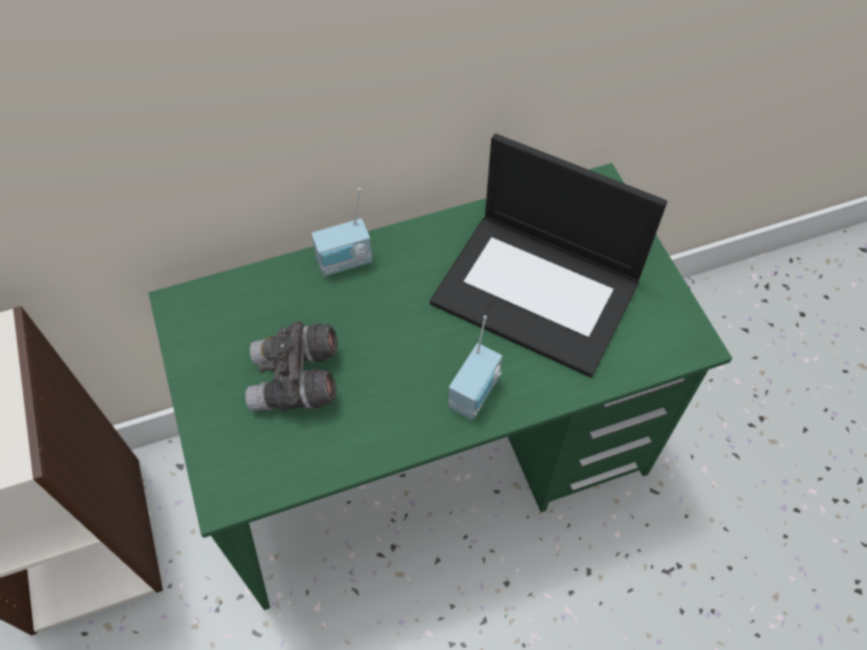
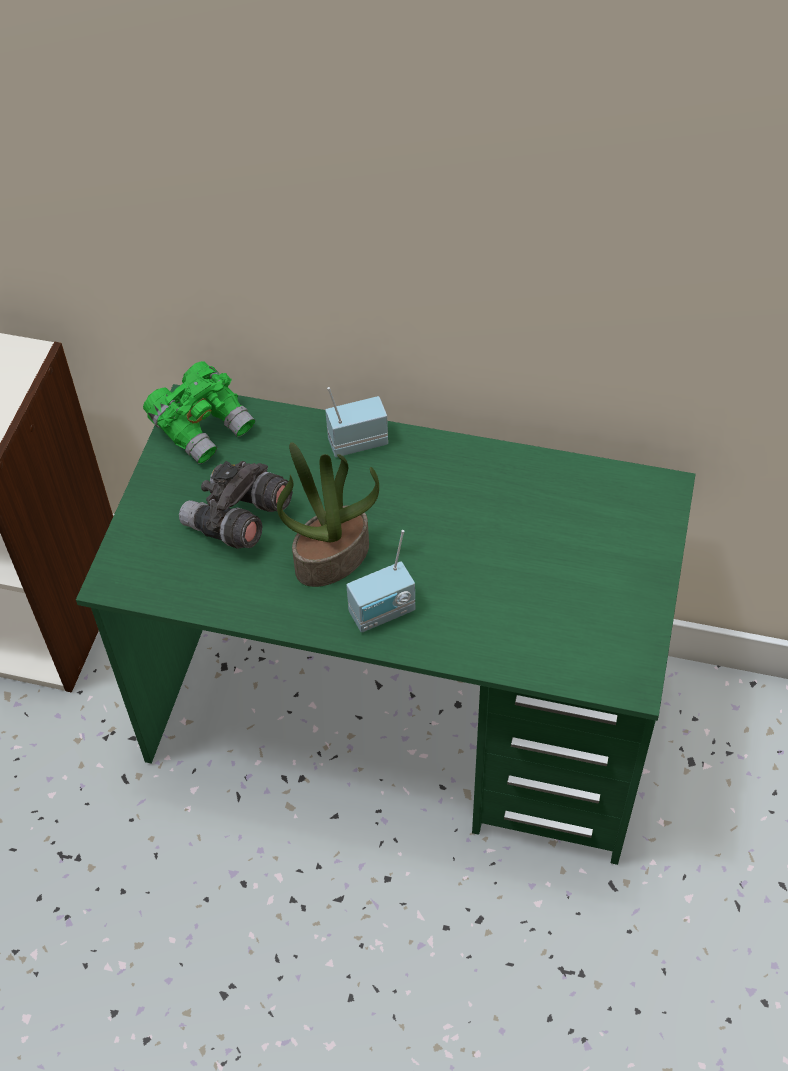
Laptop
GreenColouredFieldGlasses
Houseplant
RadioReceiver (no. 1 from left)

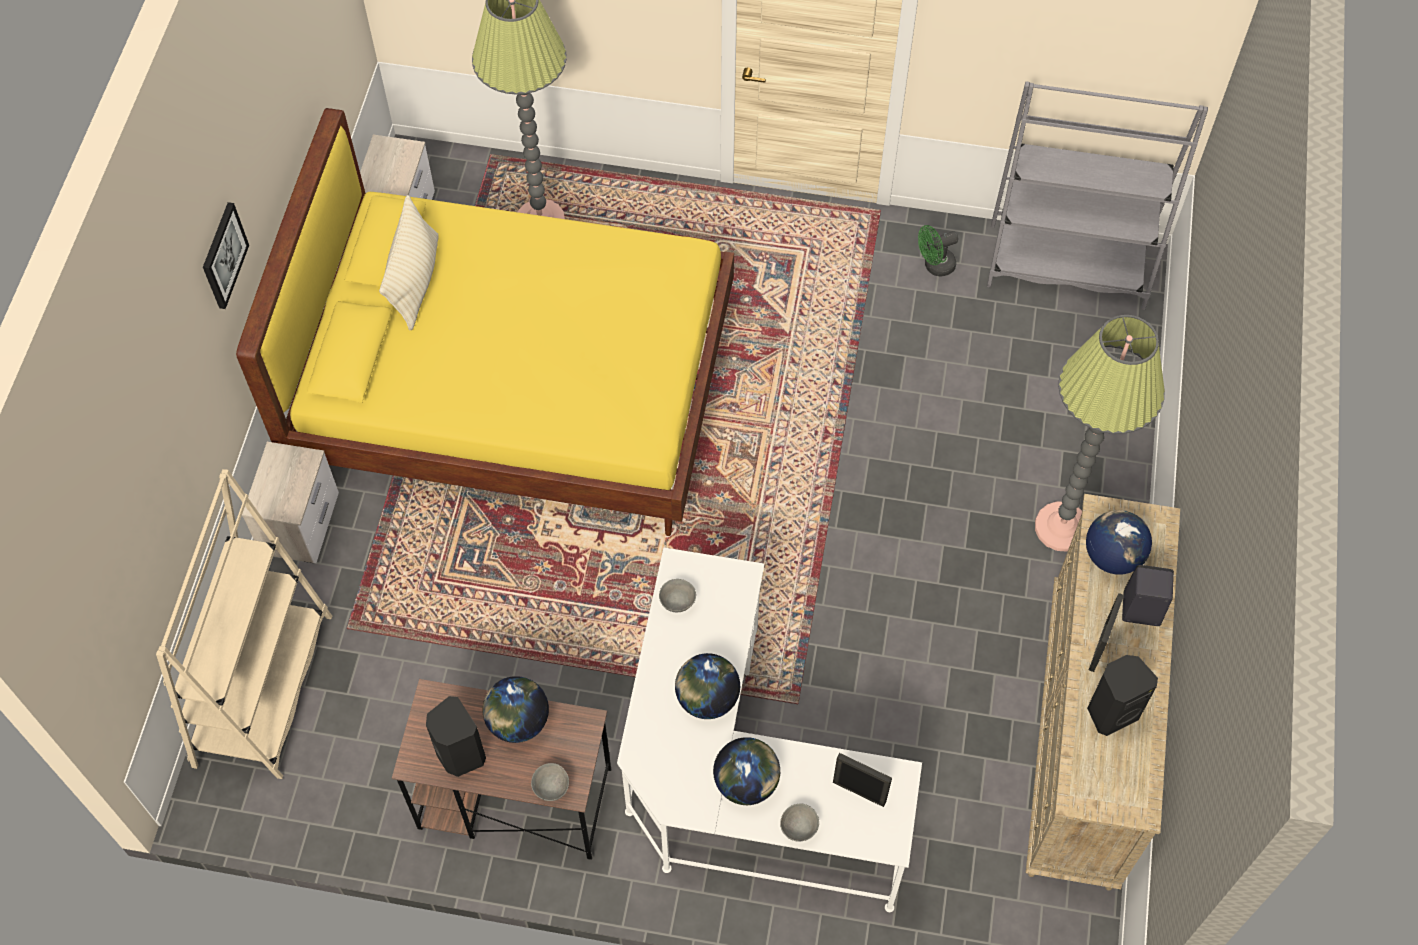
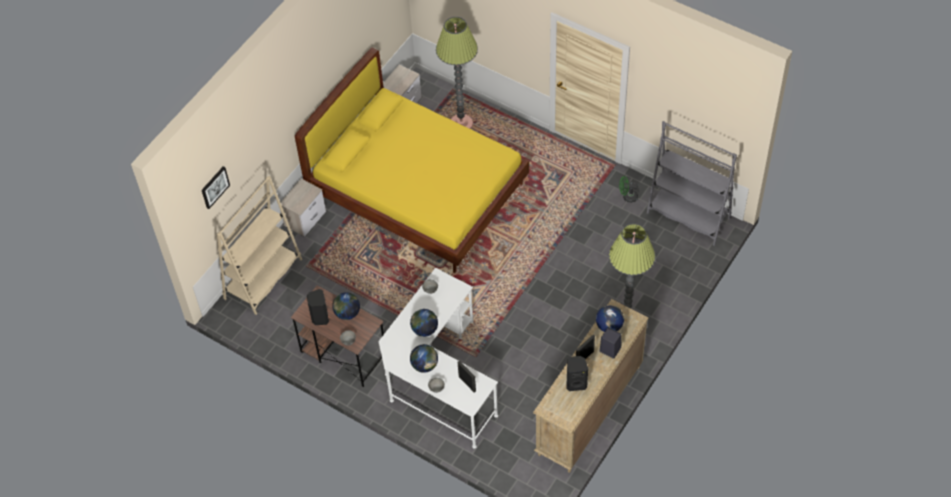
SandColouredCushion
WallArt

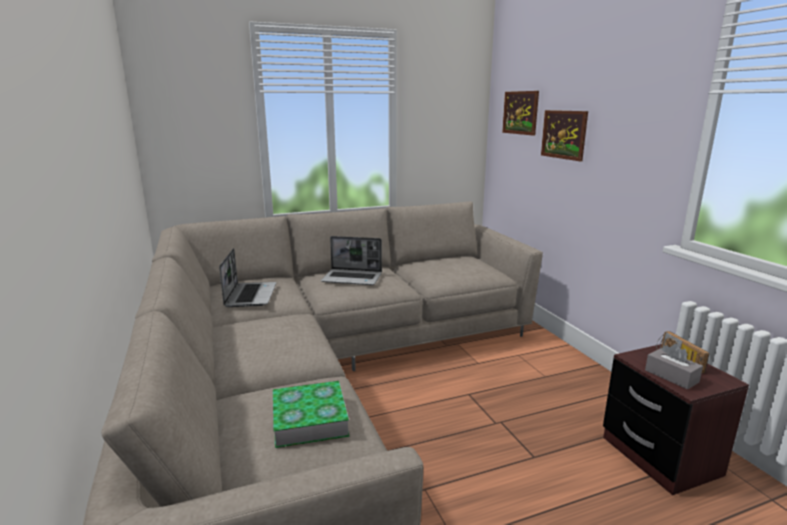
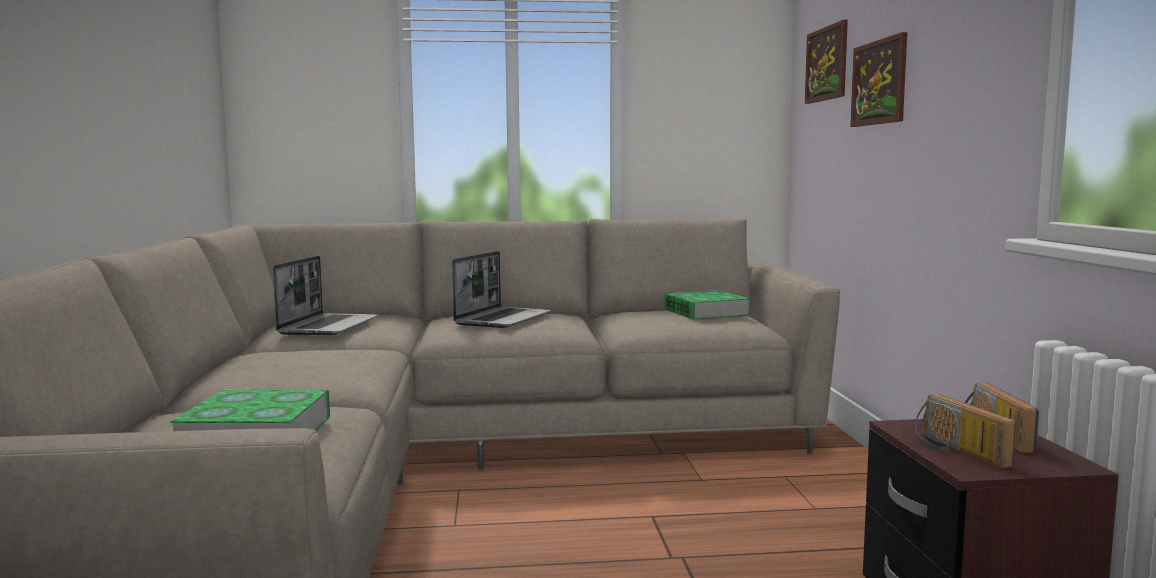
BoundBook (no. 2 from left)
RadioReceiver (no. 1 from left)
Laptop (no. 2 from left)

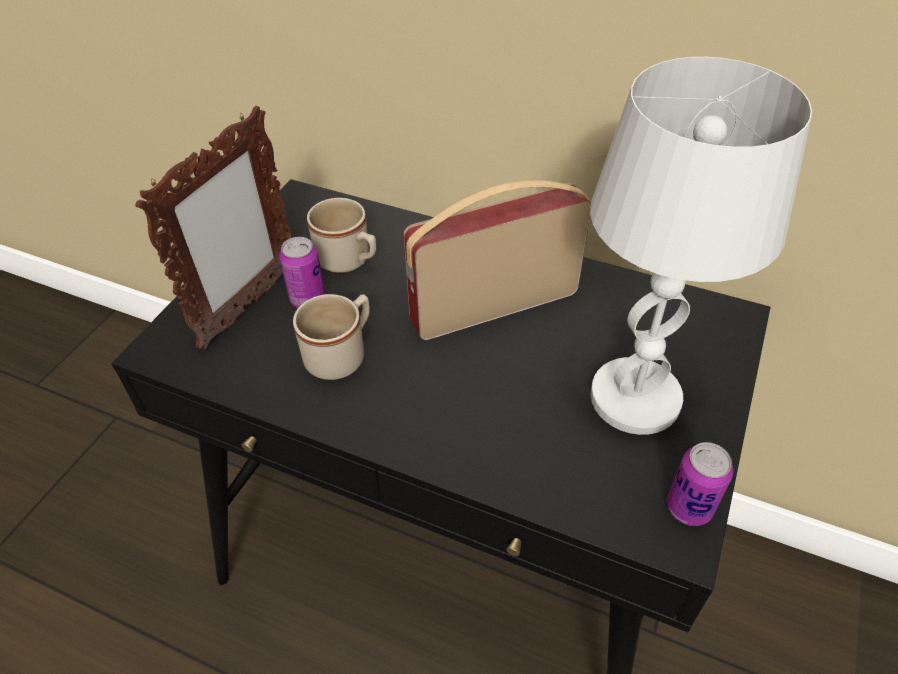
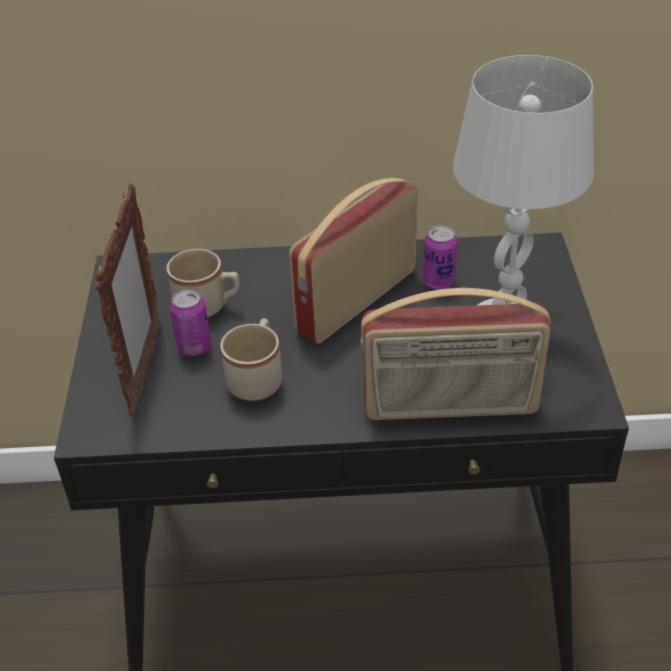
RadioReceiver (no. 2 from left)
SealedCan (no. 2 from left)

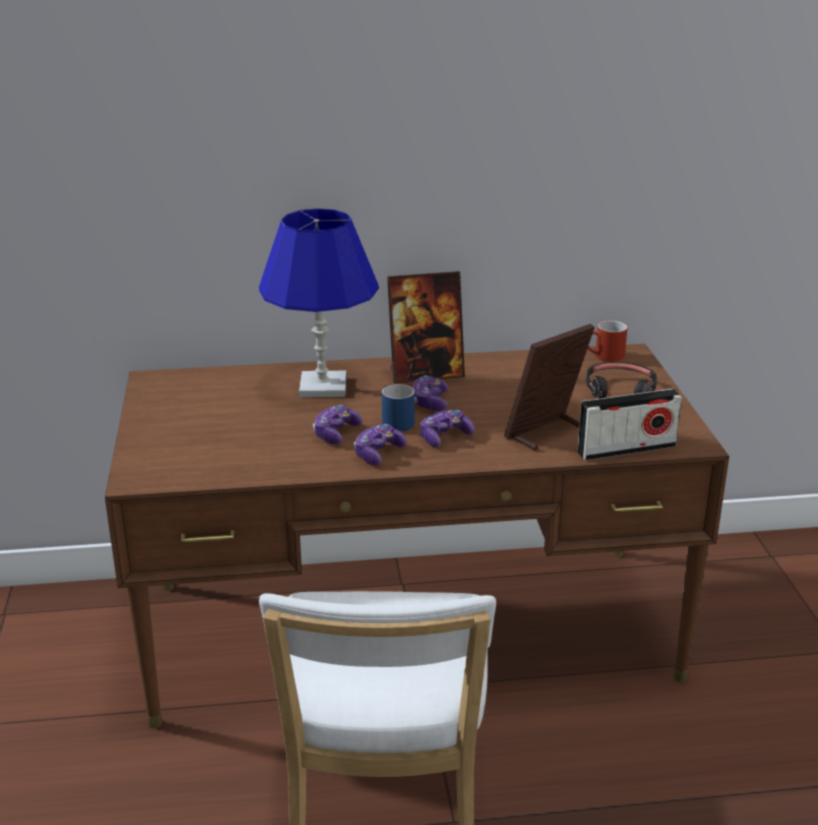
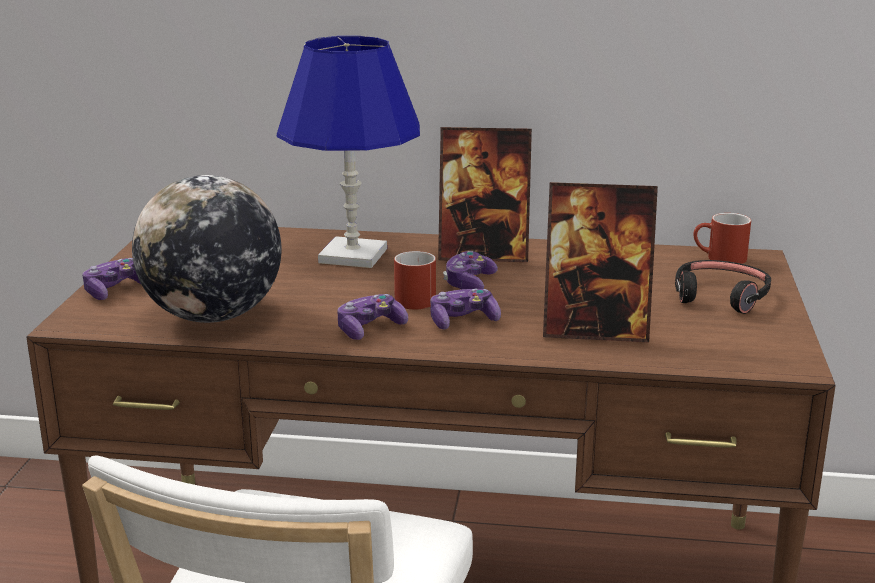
RadioReceiver
Globe
GameController (no. 1 from left)
RedCoffeeMug (no. 1 from left)
PhotoFrame (no. 2 from left)

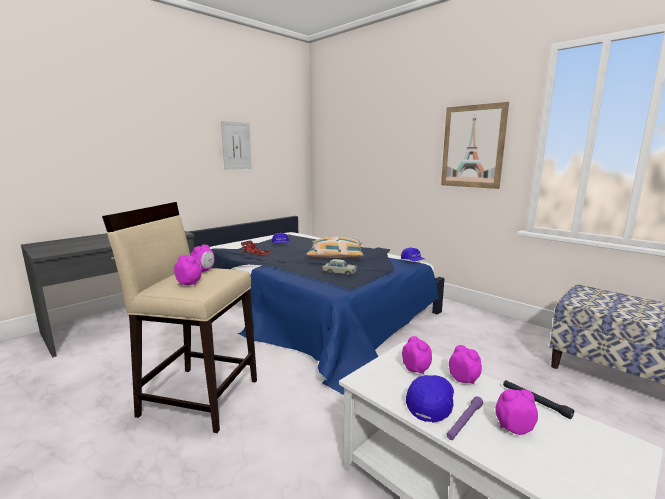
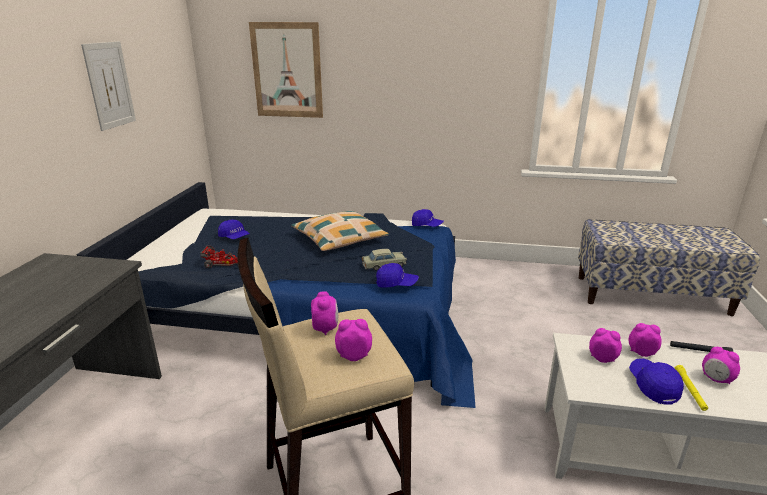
BluishPeakedCap (no. 2 from left)
WallArt (no. 2 from left)
YellowishHandTorch
BedsideClock (no. 5 from left)

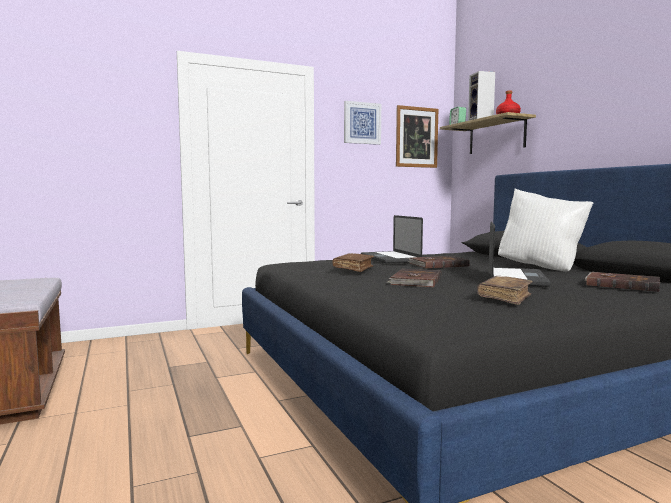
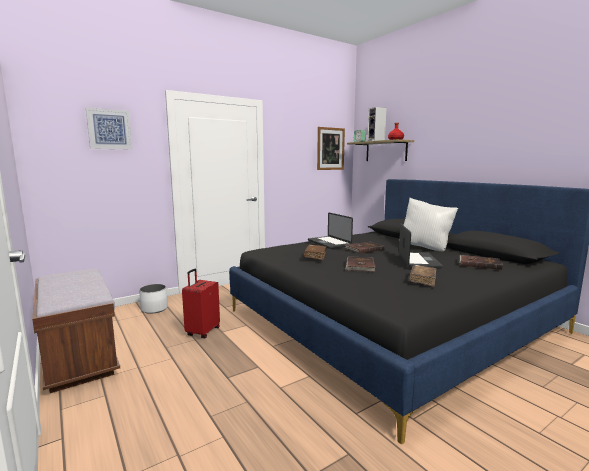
WhitishPlantPot
RedSuitcase
WallArt (no. 1 from left)

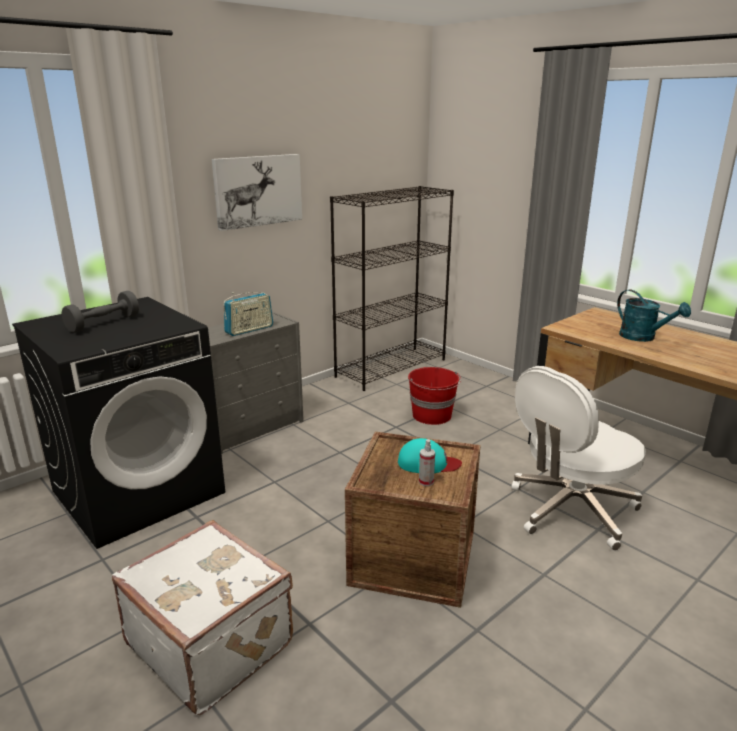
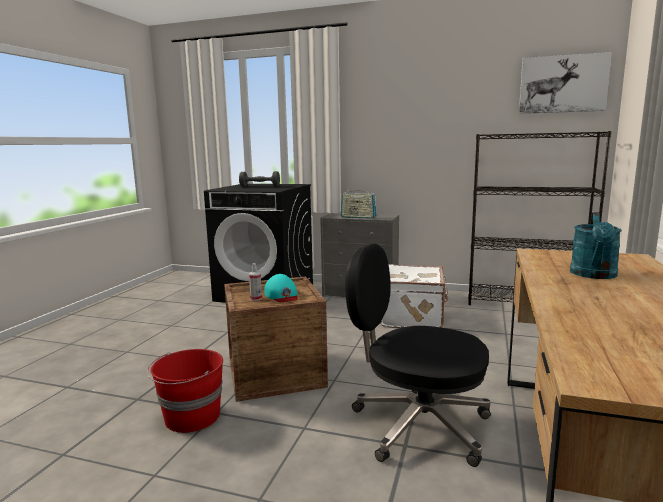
WhitishSuitcase
WallArt
RedPail
BlackColouredDeskChair

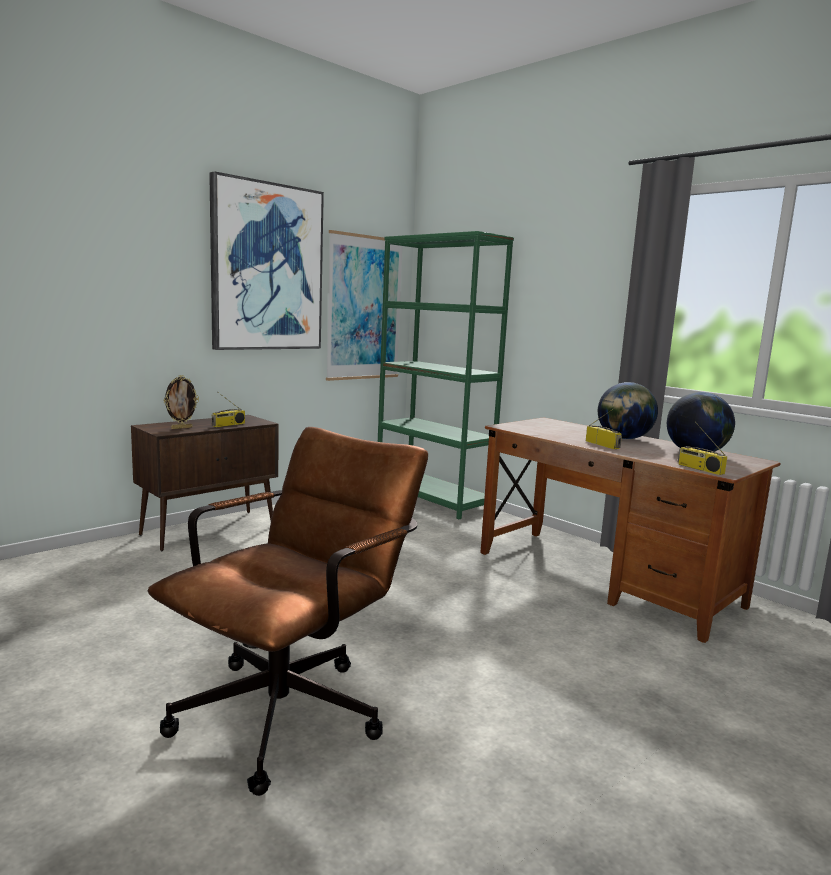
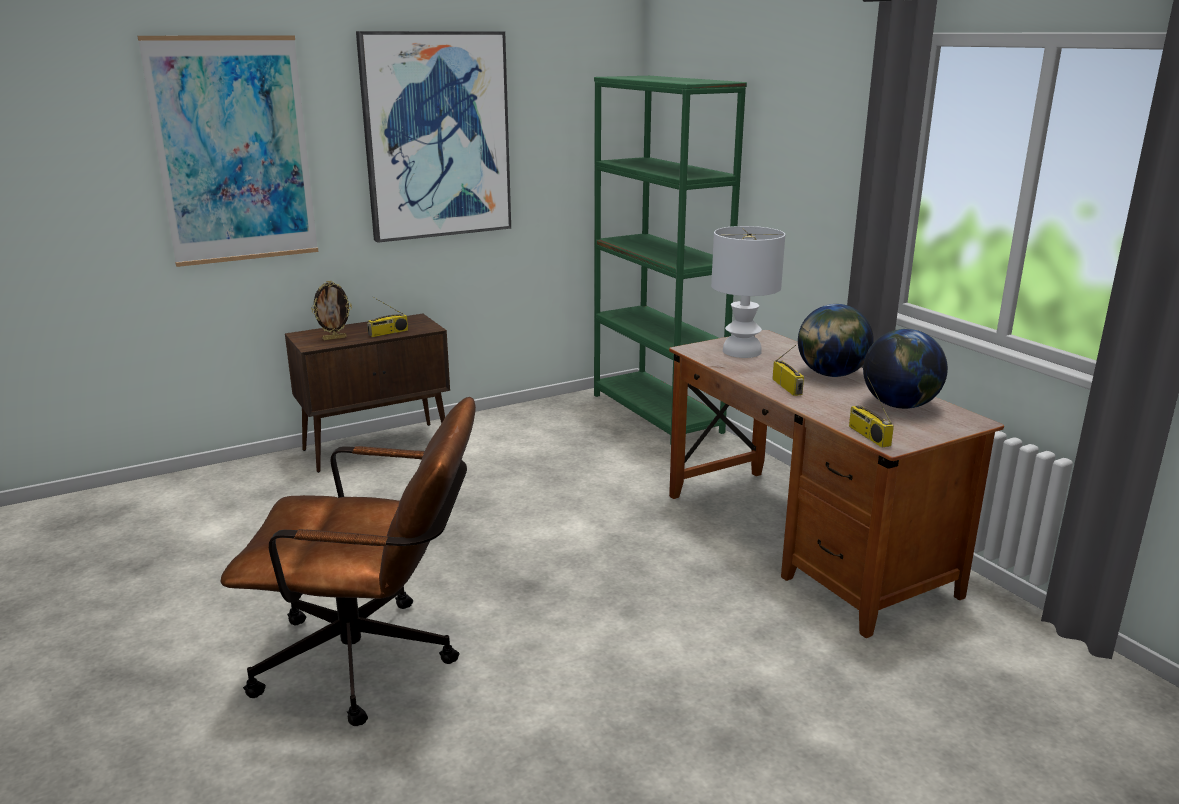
WhitishLampForATable
WallArt (no. 1 from left)
BrownColouredDeskChair

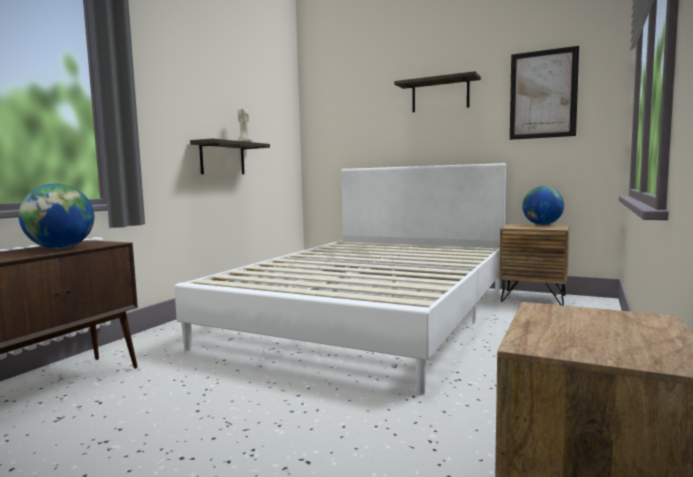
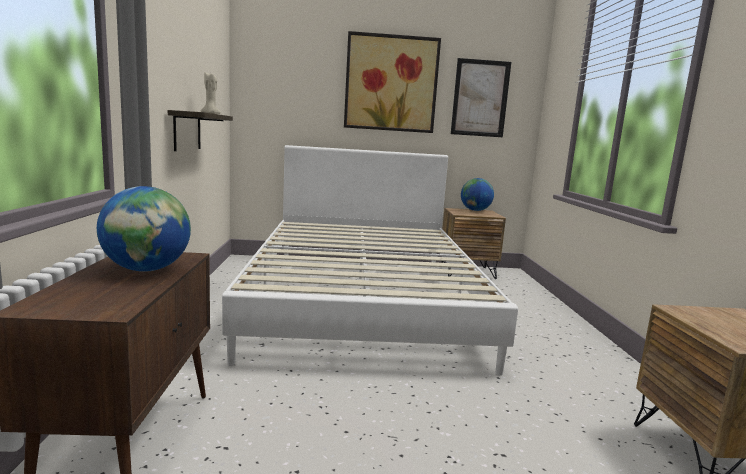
WallArt (no. 1 from left)

